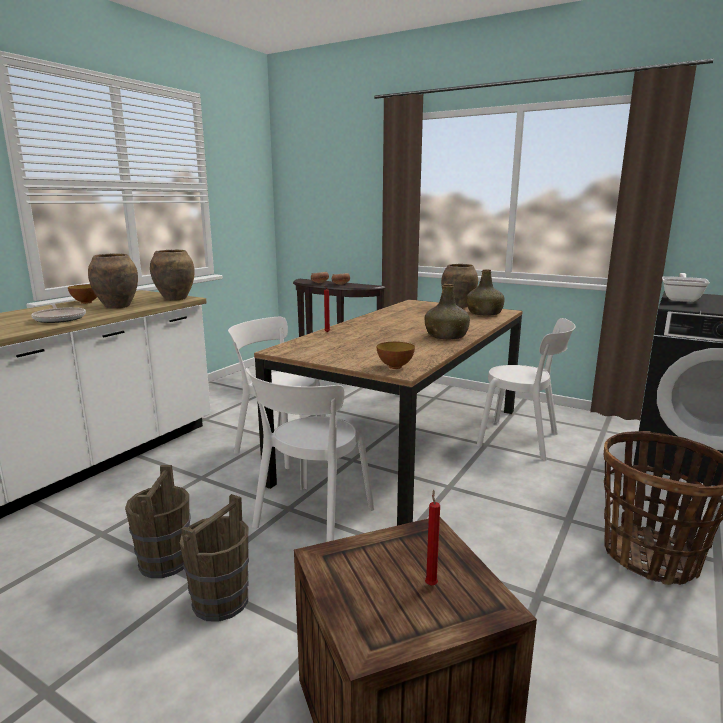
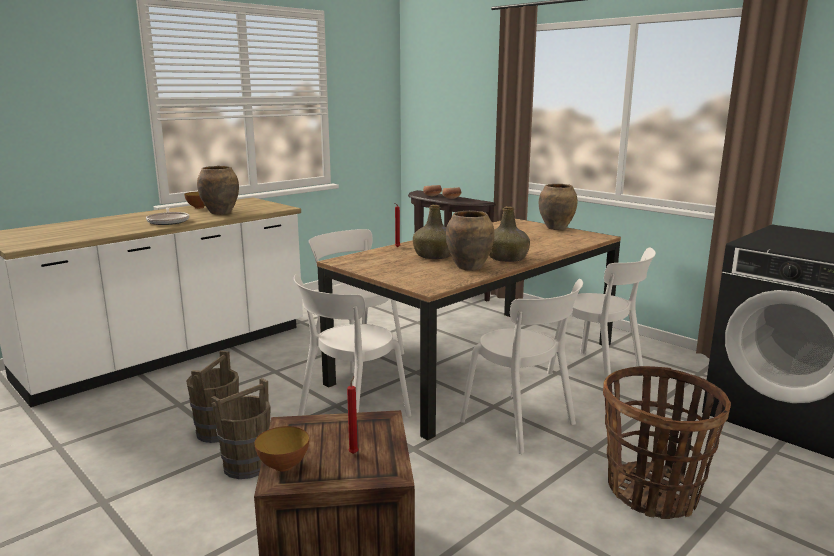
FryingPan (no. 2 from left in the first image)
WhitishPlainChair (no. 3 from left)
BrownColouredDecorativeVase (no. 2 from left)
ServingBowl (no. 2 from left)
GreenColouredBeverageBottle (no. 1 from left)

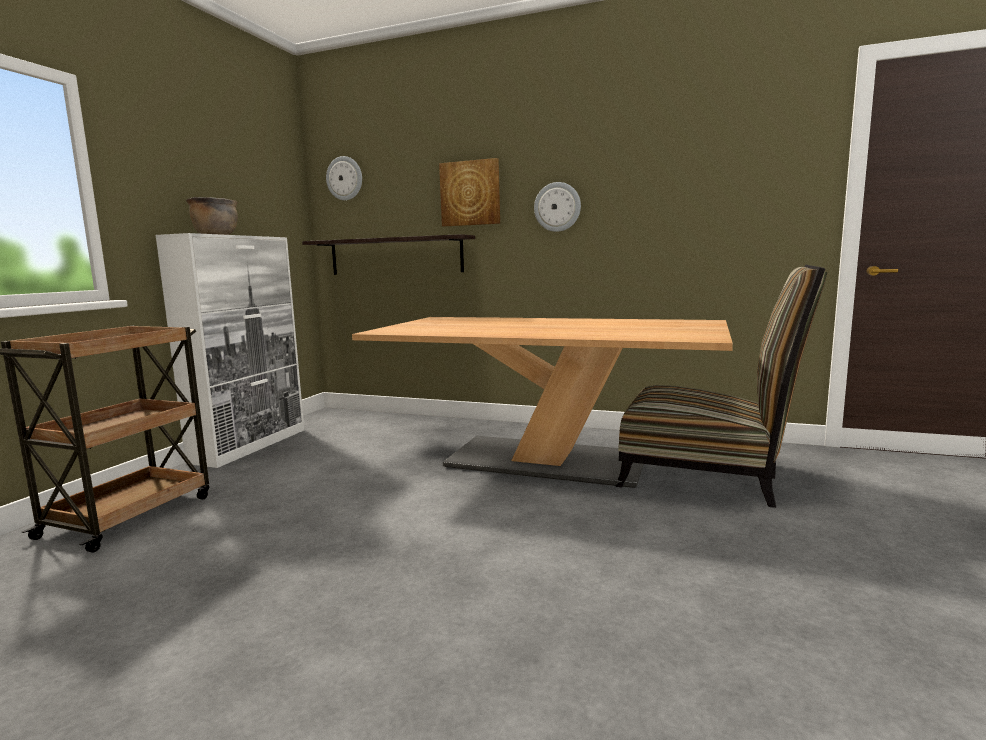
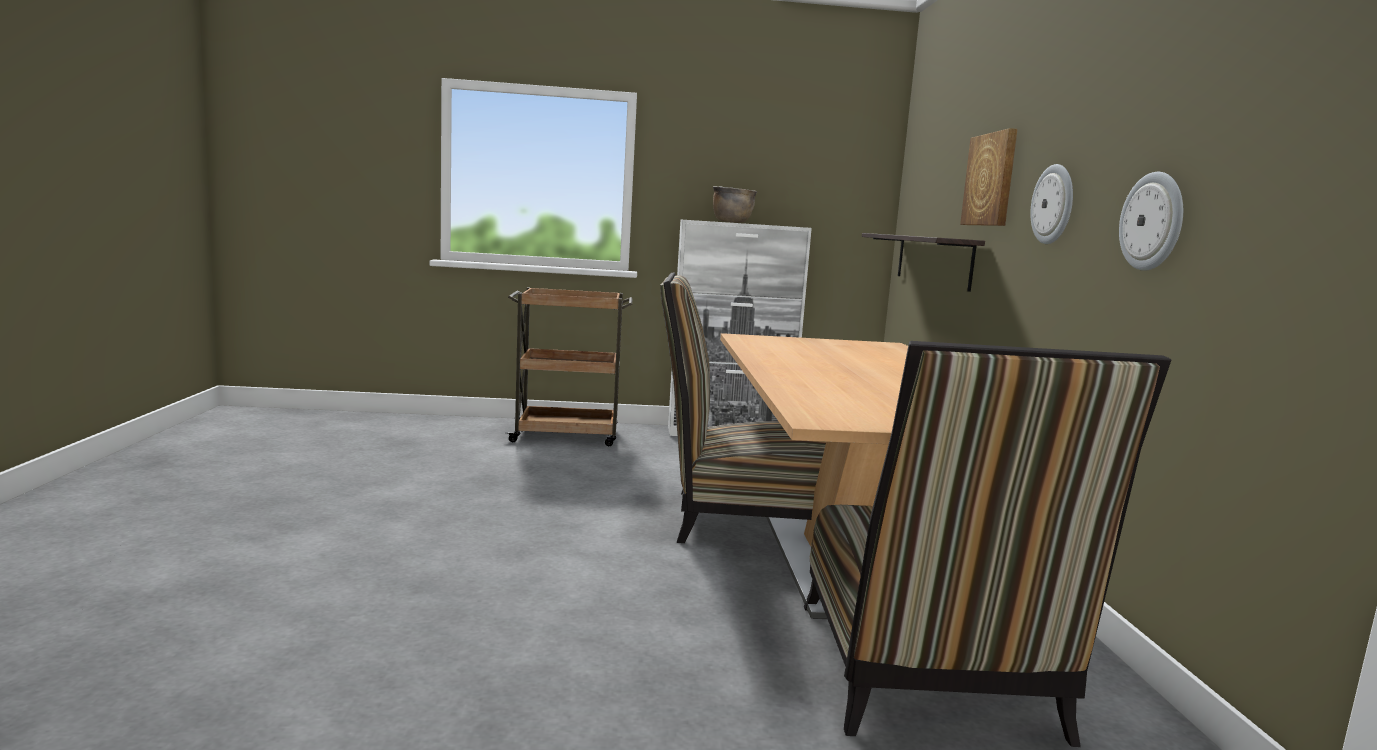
PlainChair (no. 1 from left)
WallClock (no. 2 from left)

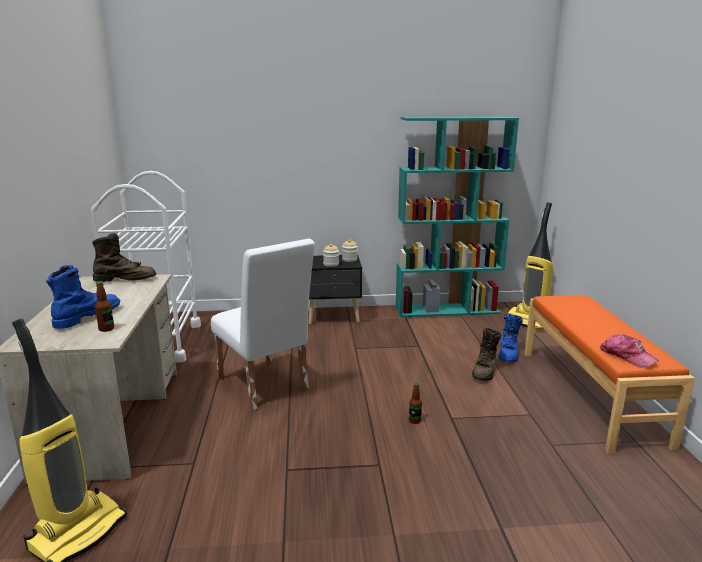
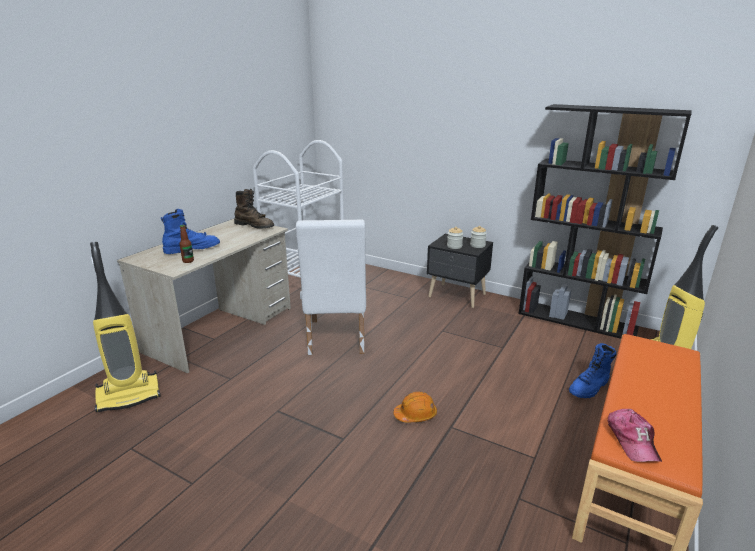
BrownColouredTallBoot (no. 2 from left in the first image)
OrangeColouredSafetyHelmet
BlackColouredBookcase

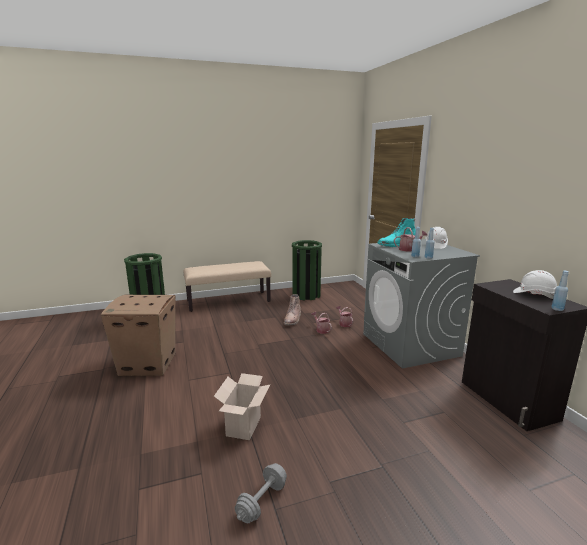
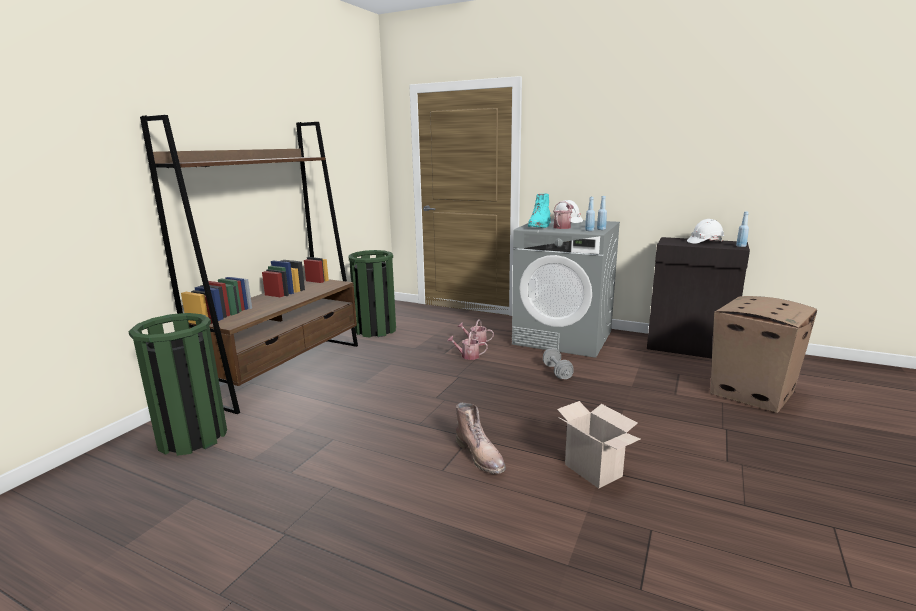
CardboardBox (no. 2 from left)
GreyFreeWeight
BrownColouredTallBoot
BrownColouredBookcase

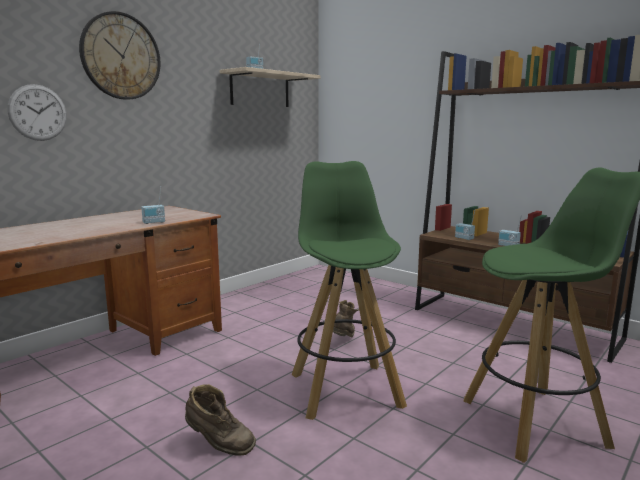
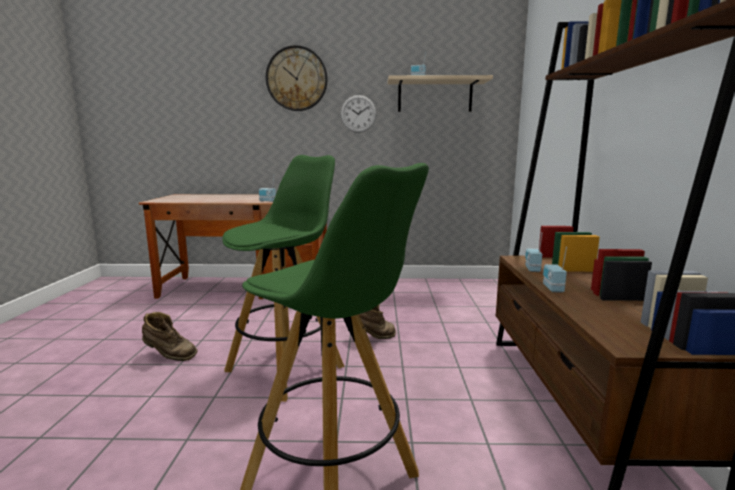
WallClock (no. 2 from left)
BrownColouredTallBoot (no. 1 from left)

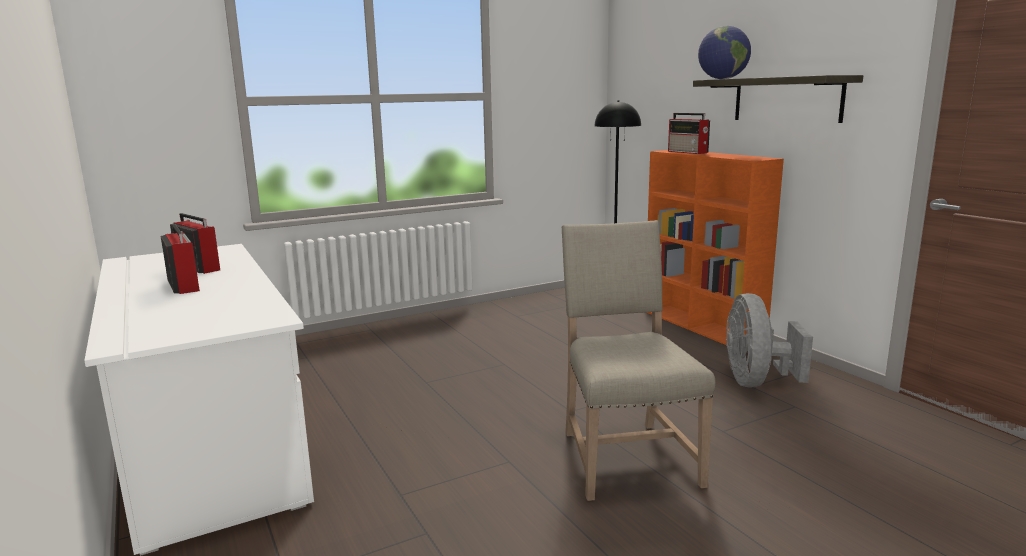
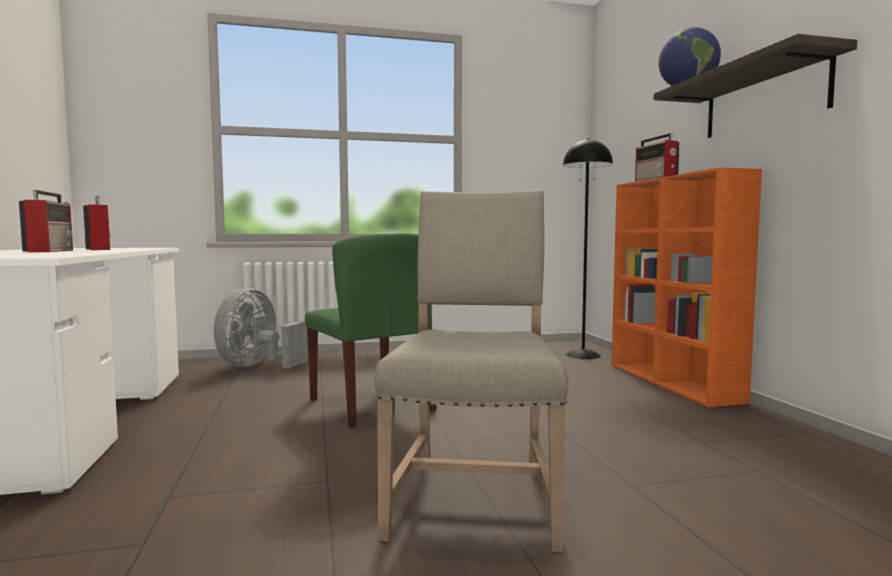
GreenColouredPlainChair
GreyCoolingFan

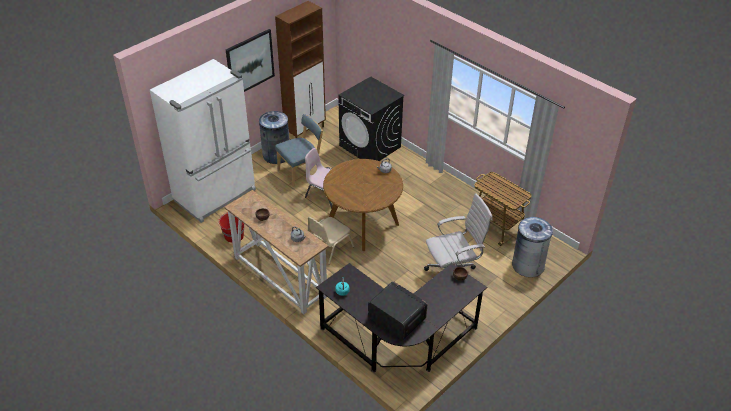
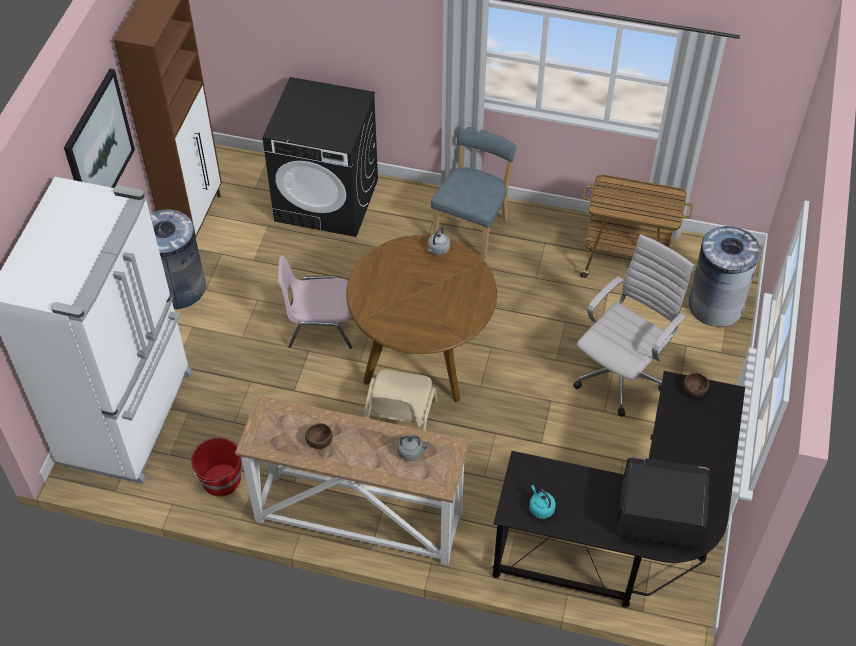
BluishPlainChair

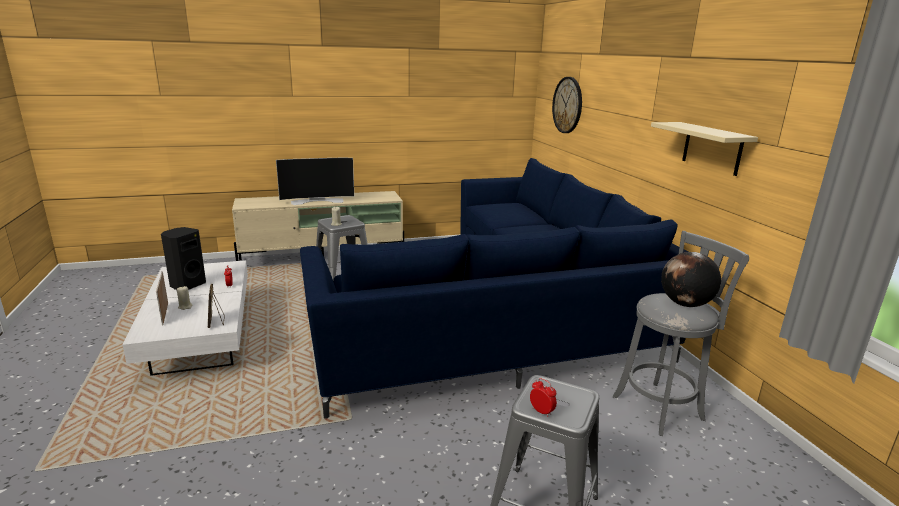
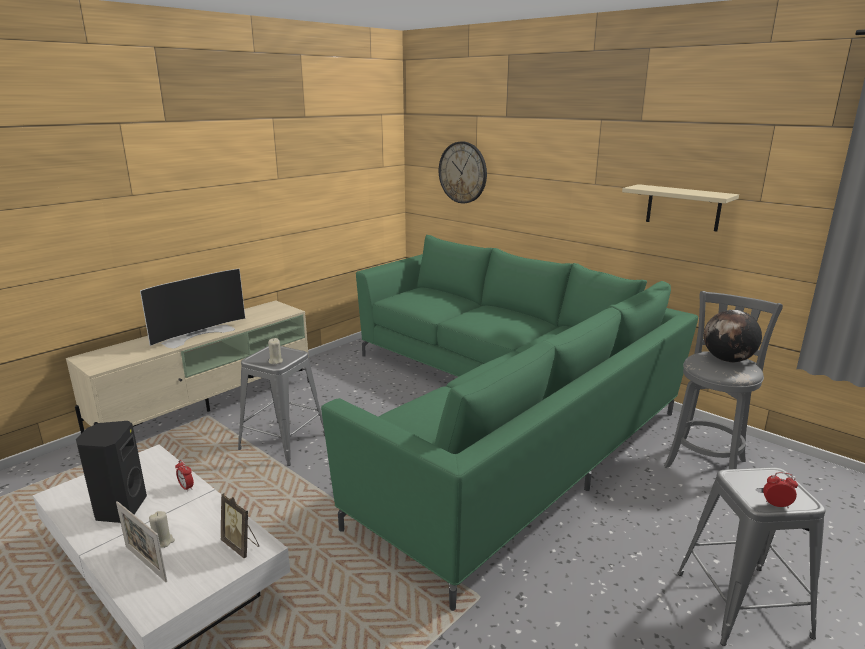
GreenColouredSettee

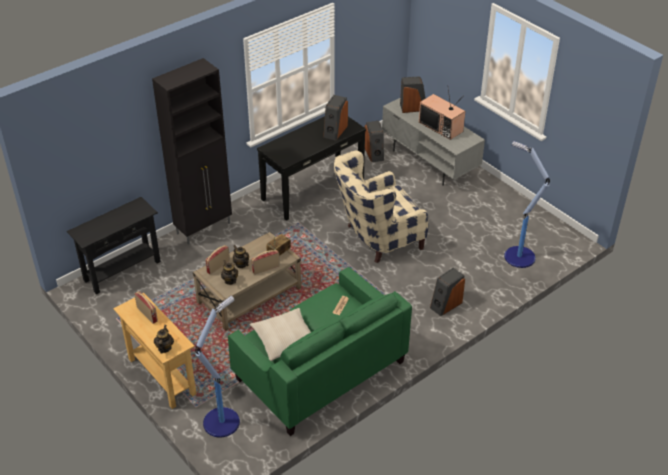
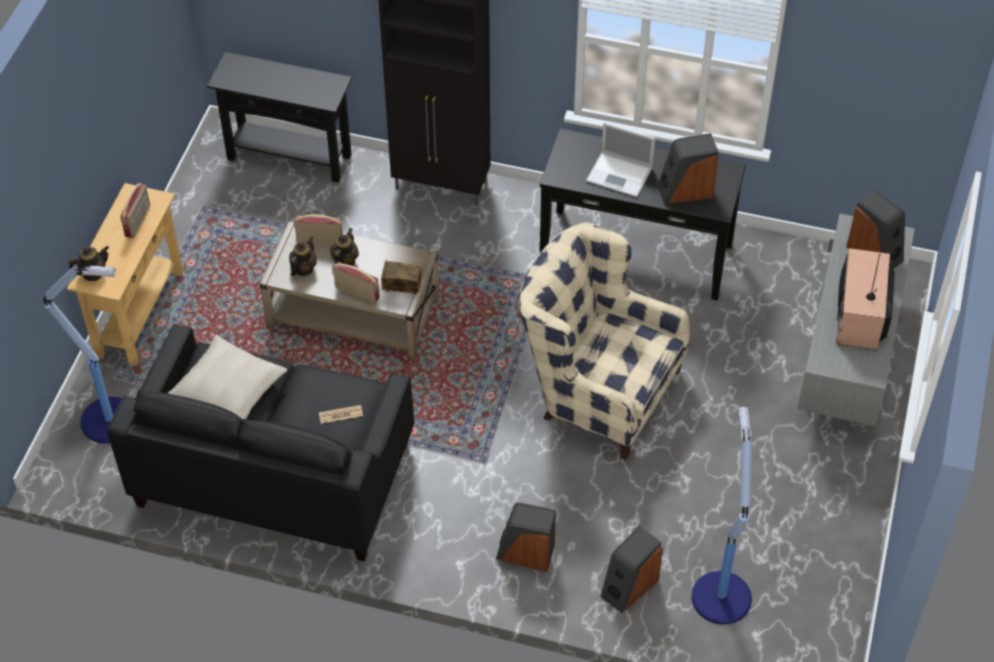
Laptop
AudioSpeaker (no. 2 from left)
BlackColouredSettee

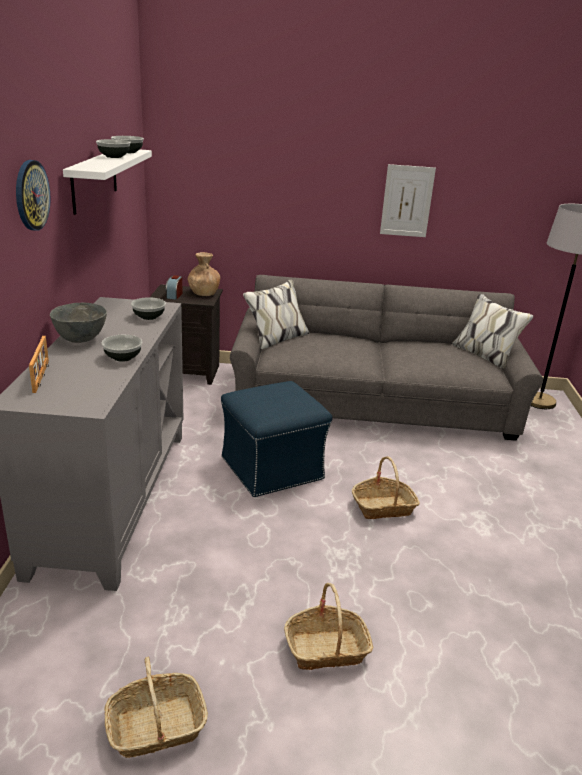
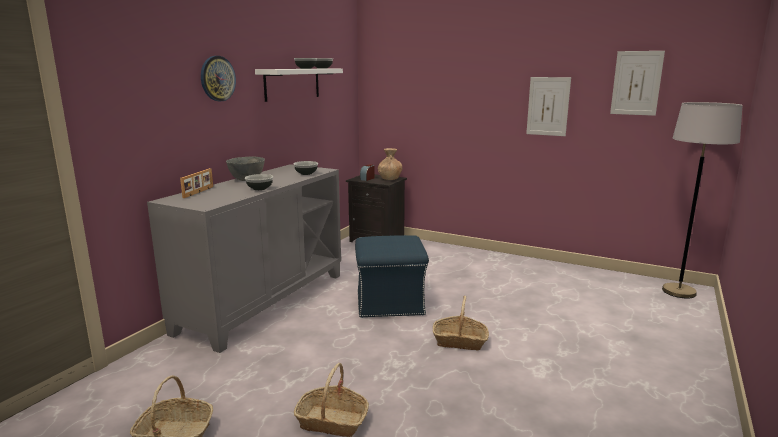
GreySettee
WallArt (no. 2 from left)

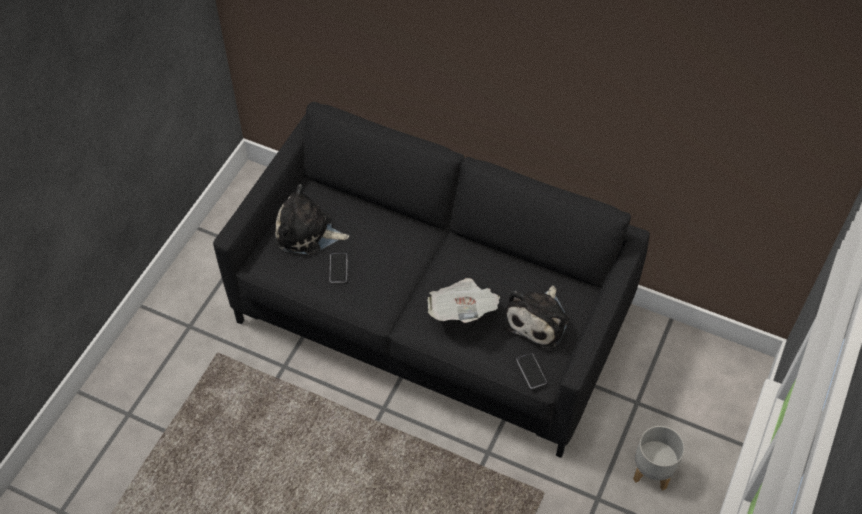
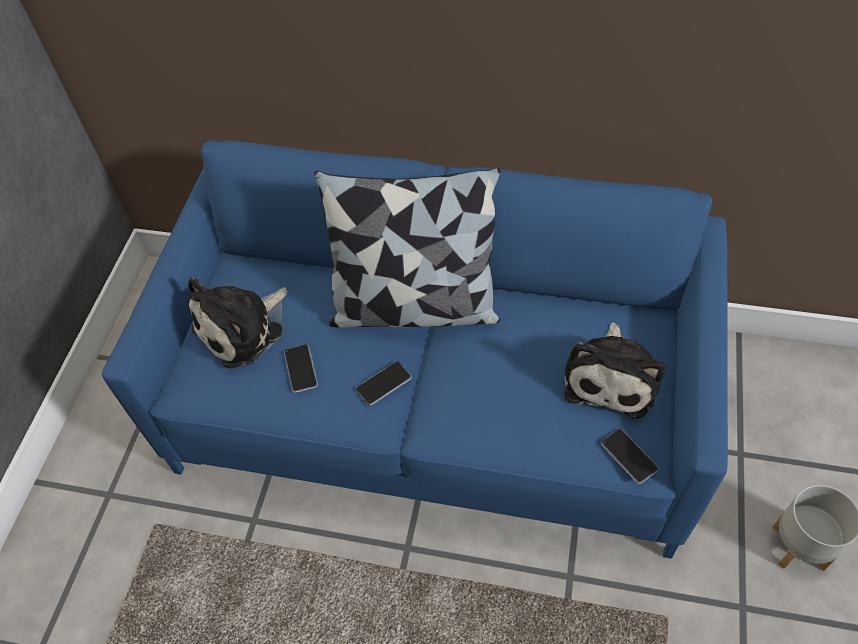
DailyPaper
Cushion
Phone (no. 2 from left)
BluishSettee
PlushToy (no. 1 from left)

